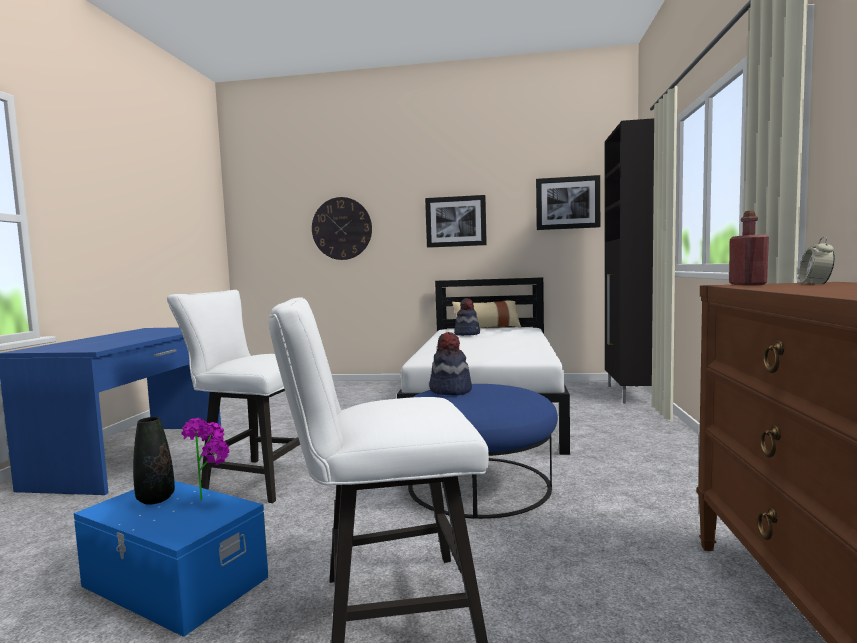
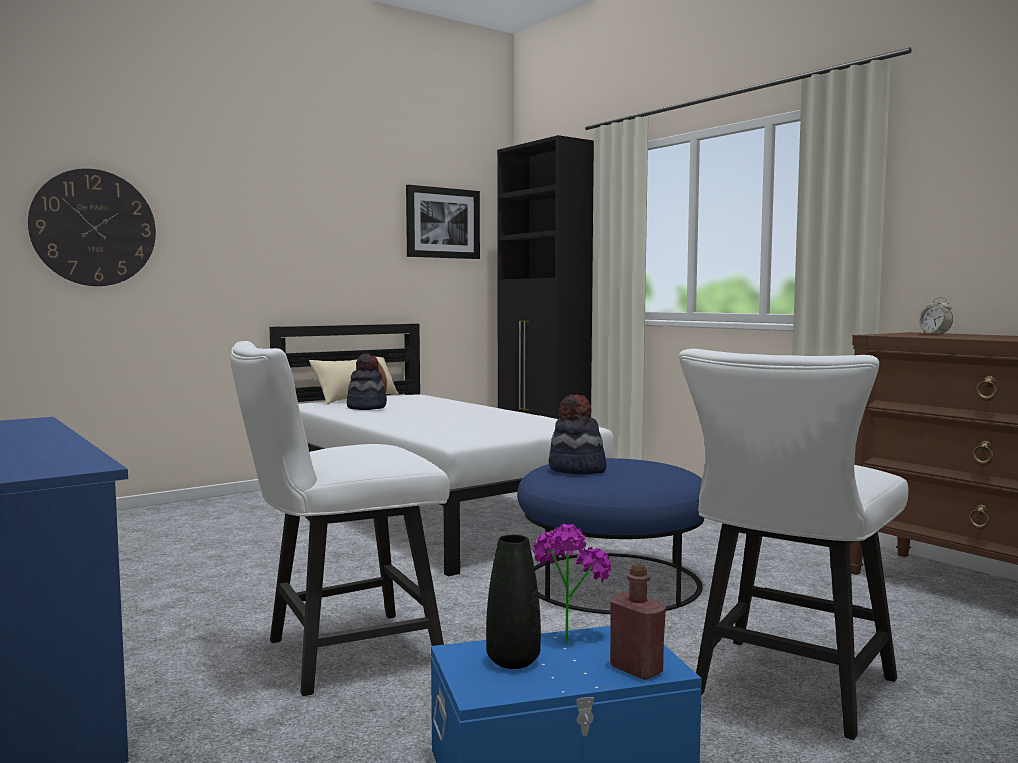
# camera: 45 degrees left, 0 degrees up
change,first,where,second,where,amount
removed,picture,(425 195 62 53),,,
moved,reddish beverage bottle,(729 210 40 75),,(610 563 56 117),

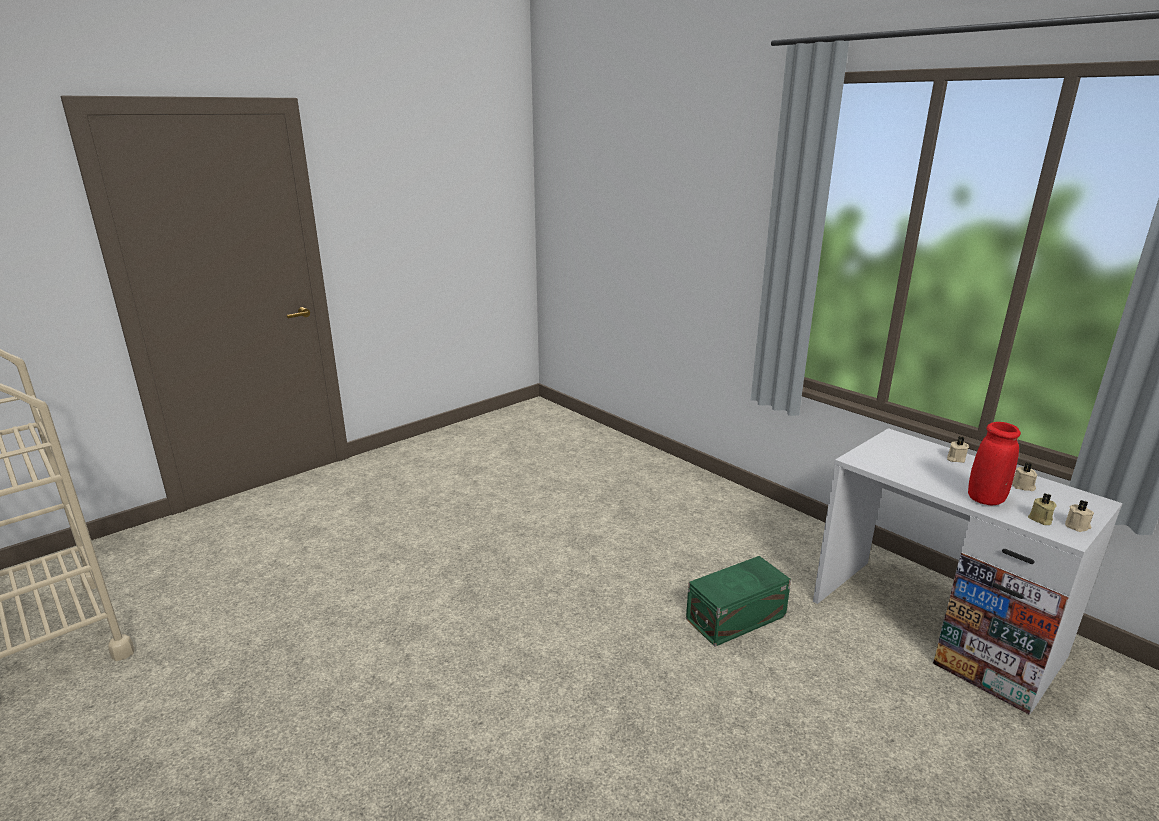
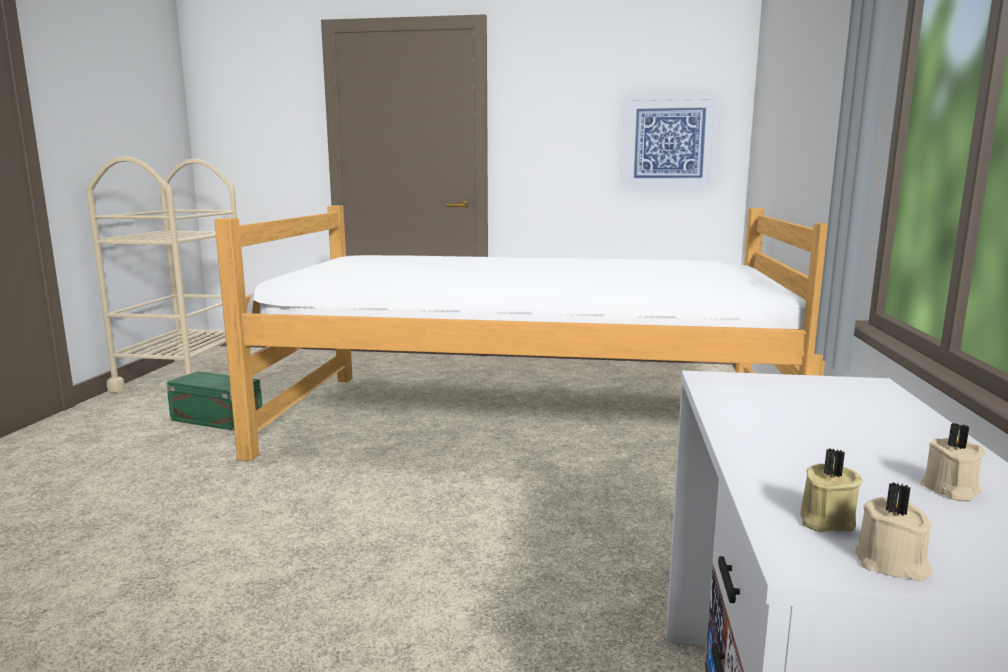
# camera: 50 degrees right, 10 degrees down
change,first,where,second,where,amount
removed,beige-coloured wax light,(947 437 22 26),,,
removed,reddish flower vase,(968 422 53 83),,,
added,,,bedroom bed,(214 205 614 256),
added,,,picture,(621 93 100 97),
moved,green-coloured storage container,(686 556 105 91),,(166 371 96 60),

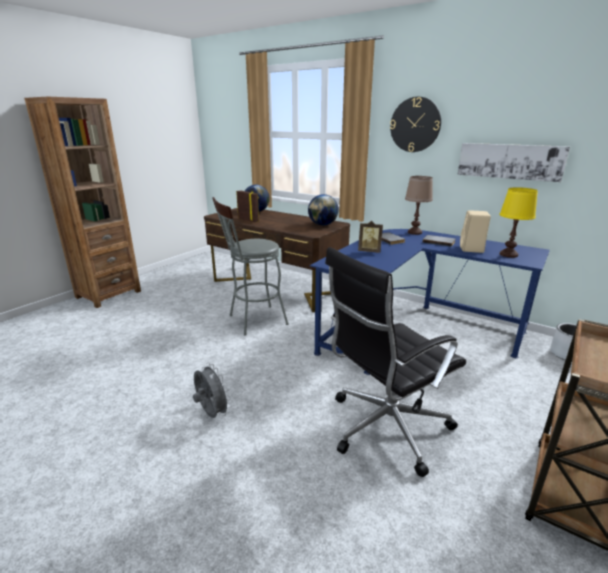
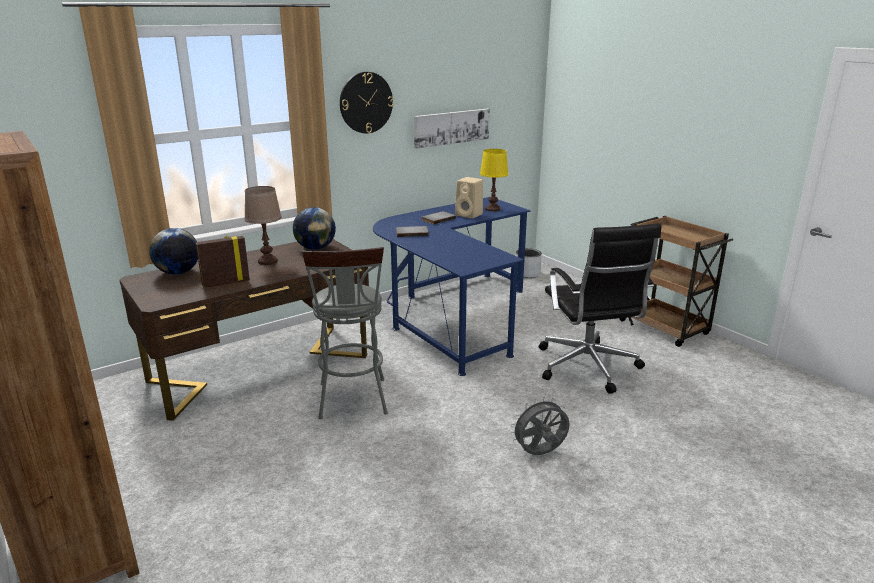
# camera: 70 degrees left, 0 degrees up
change,first,where,second,where,amount
removed,photo frame,(358 221 25 32),,,
moved,brown lamp for a table,(405 176 28 59),,(244 186 38 79),

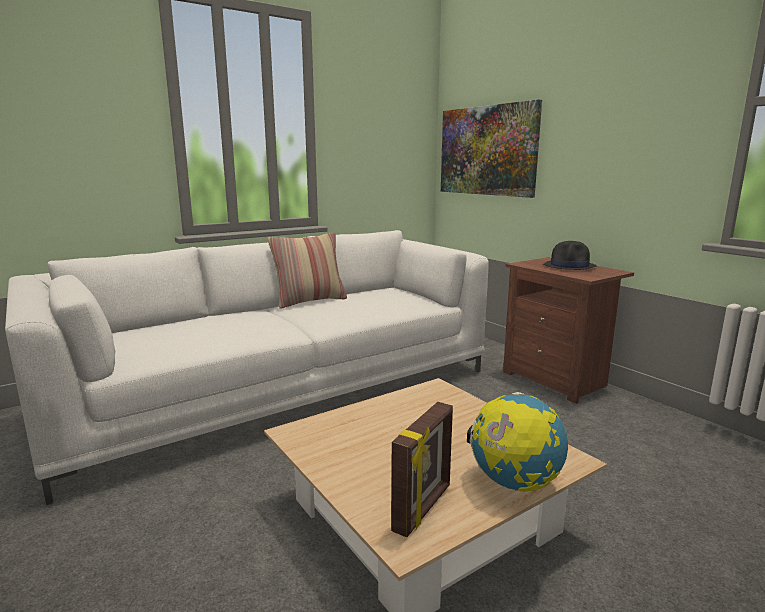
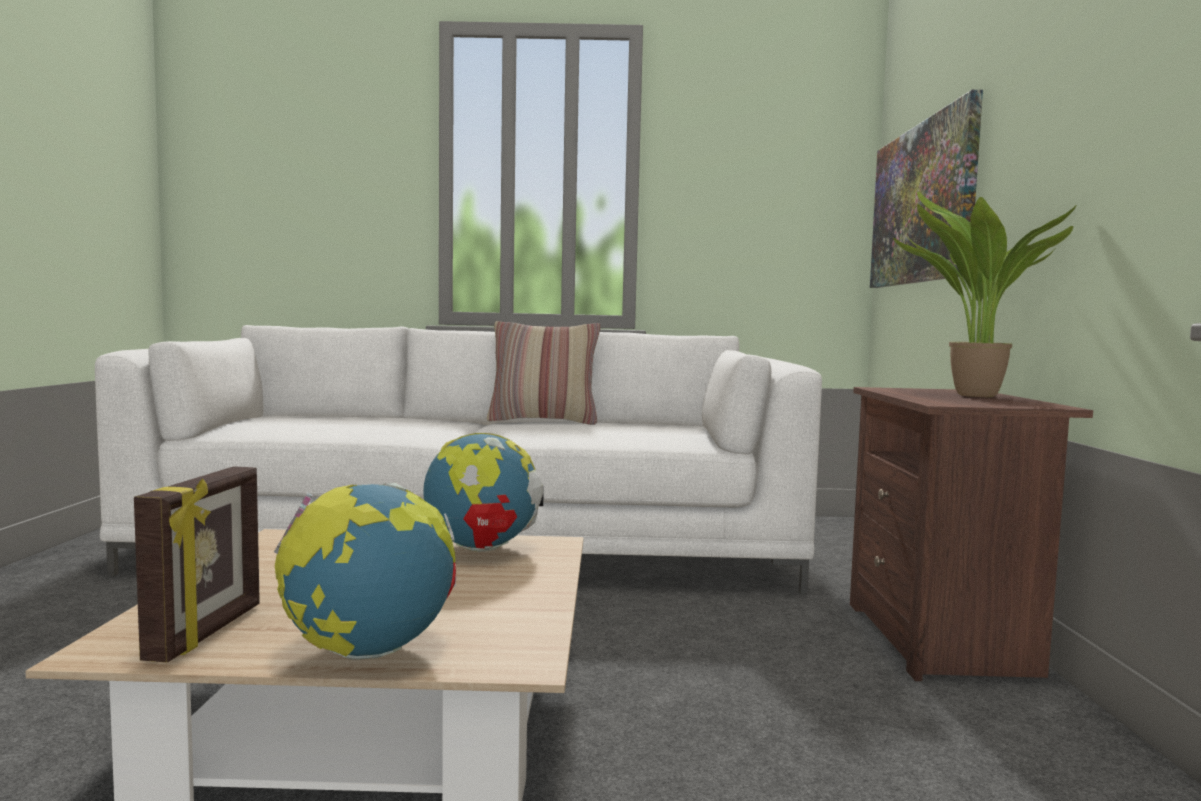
# camera: 35 degrees right, 10 degrees down
change,first,where,second,where,amount
added,,,desk globe,(423 433 121 119),
replaced,black-coloured clothing hat,(544 241 53 29),plant in a pot,(893 191 184 206),
turned,photo frame,(391 402 62 136),,(134 466 126 196),60 degrees counterclockwise

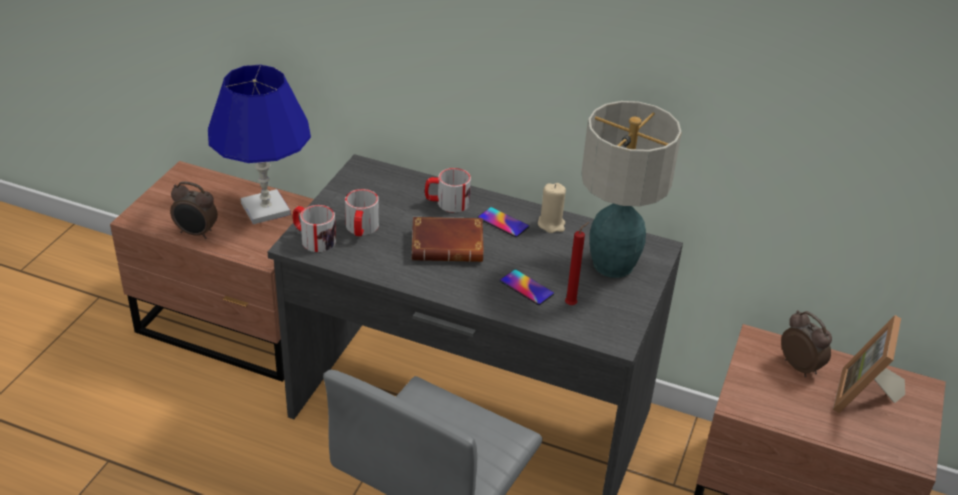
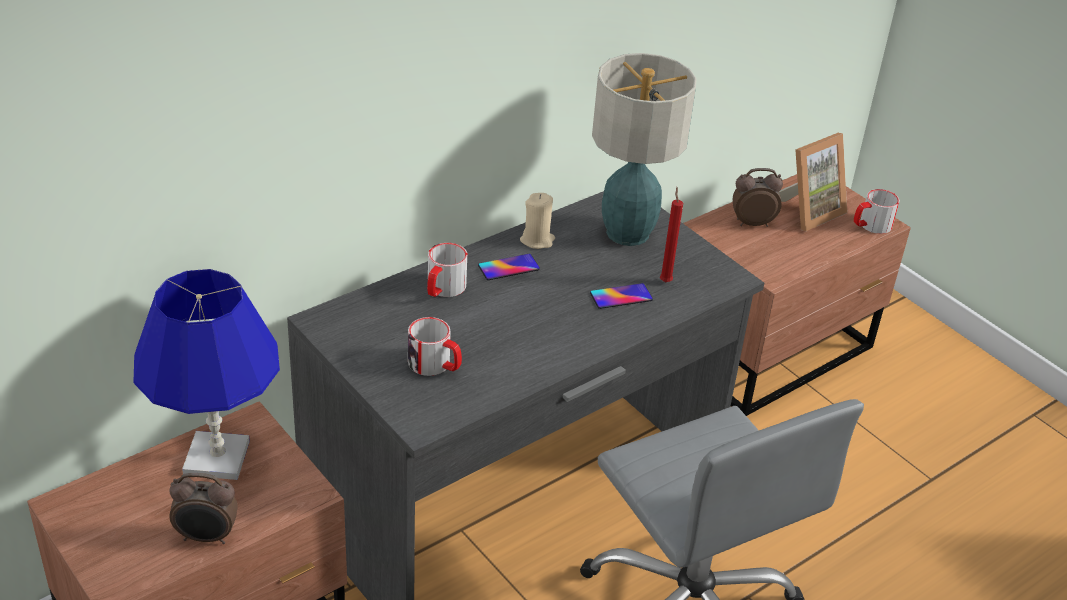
# camera: 60 degrees left, 0 degrees up
change,first,where,second,where,amount
removed,brown book,(412 217 72 45),,,
moved,mug,(293 205 43 47),,(854 189 46 45),
turned,alarm clock,(170 181 48 58),,(169 473 69 71),45 degrees clockwise
turned,photo frame,(833 315 72 98),,(779 133 68 98),90 degrees counterclockwise

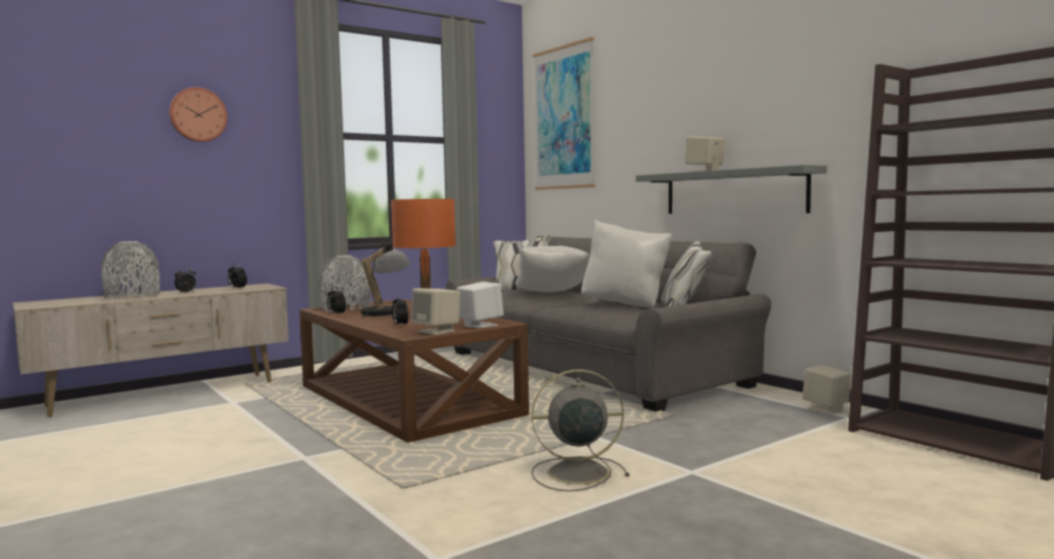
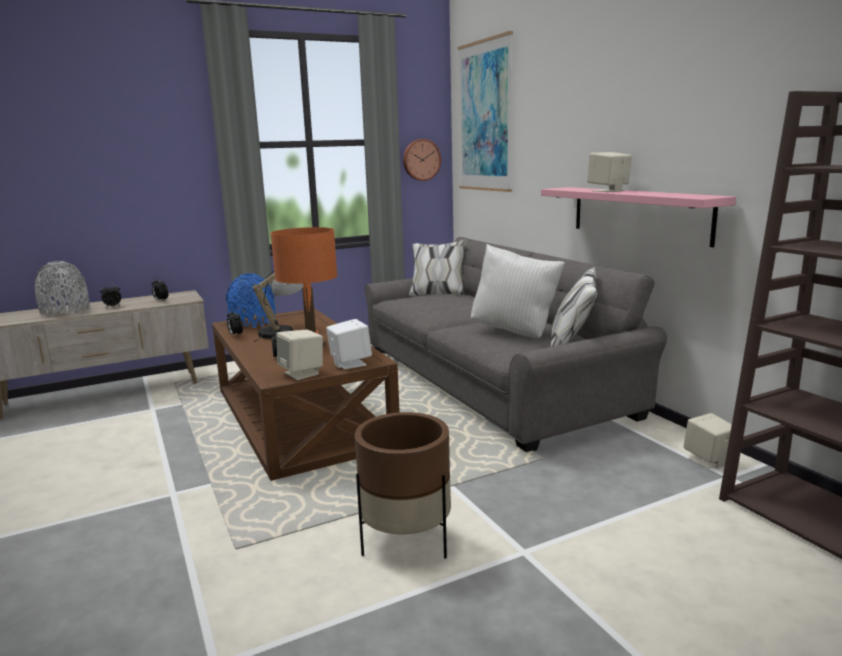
# camera: 10 degrees right, 10 degrees up
change,first,where,second,where,amount
removed,whitish pillow,(515 246 74 46),,,
moved,hanging clock,(169 87 58 55),,(403 139 38 42),
replaced,greyish fan,(531 370 99 122),brown planter,(355 412 96 147),
recoloured,greyish flower vase,(319 255 52 56),blue-coloured flower vase,(226 273 49 55),
recoloured,greyish shelf,(636 165 191 49),pinkish shelf,(541 187 195 60),

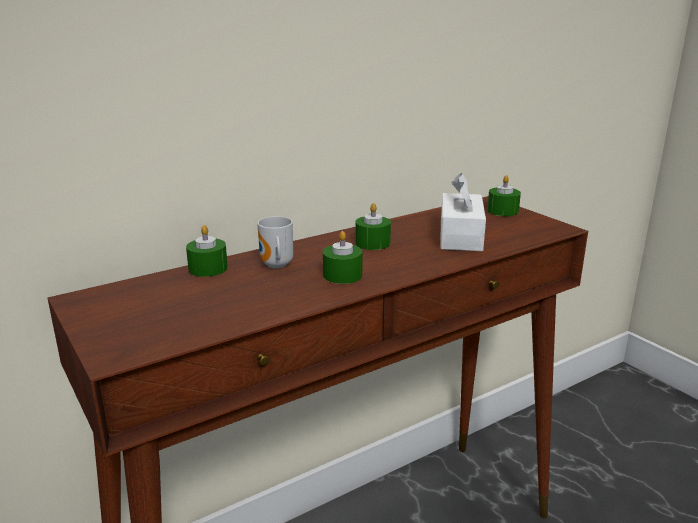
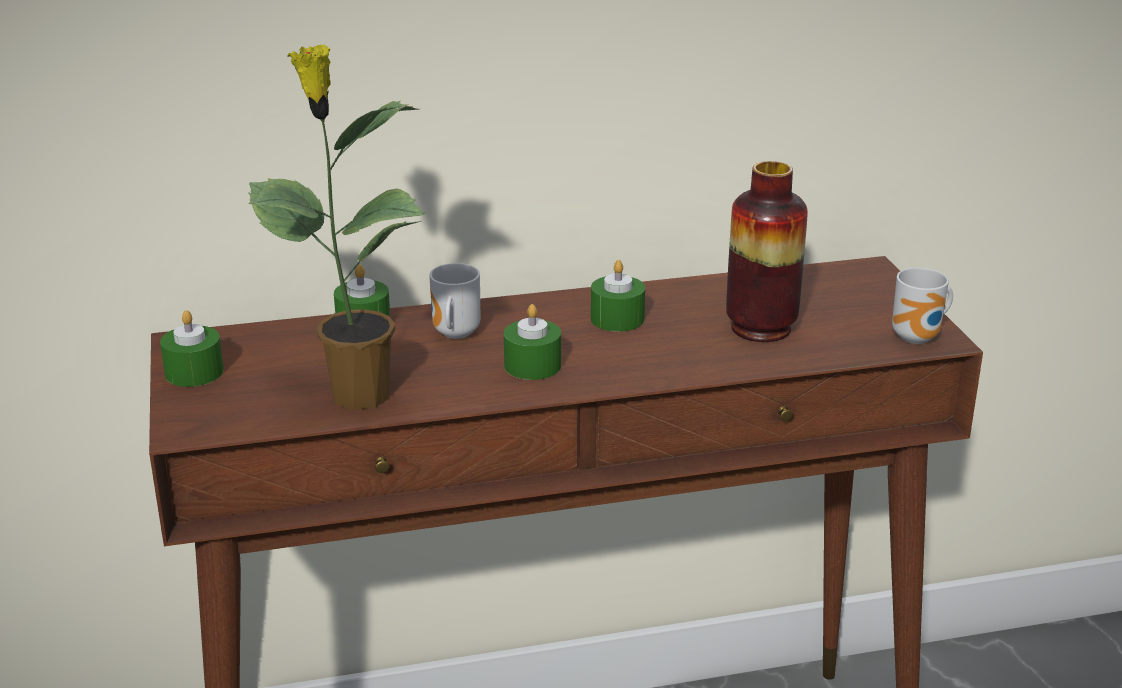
# camera: 20 degrees right, 5 degrees up
change,first,where,second,where,amount
added,,,plant in a pot,(248 45 177 365),
added,,,mug,(892 268 61 76),
moved,green-coloured wax light,(487 175 34 41),,(160 310 64 77),
replaced,whitish box of tissues,(440 173 46 78),flower vase,(726 161 82 181),

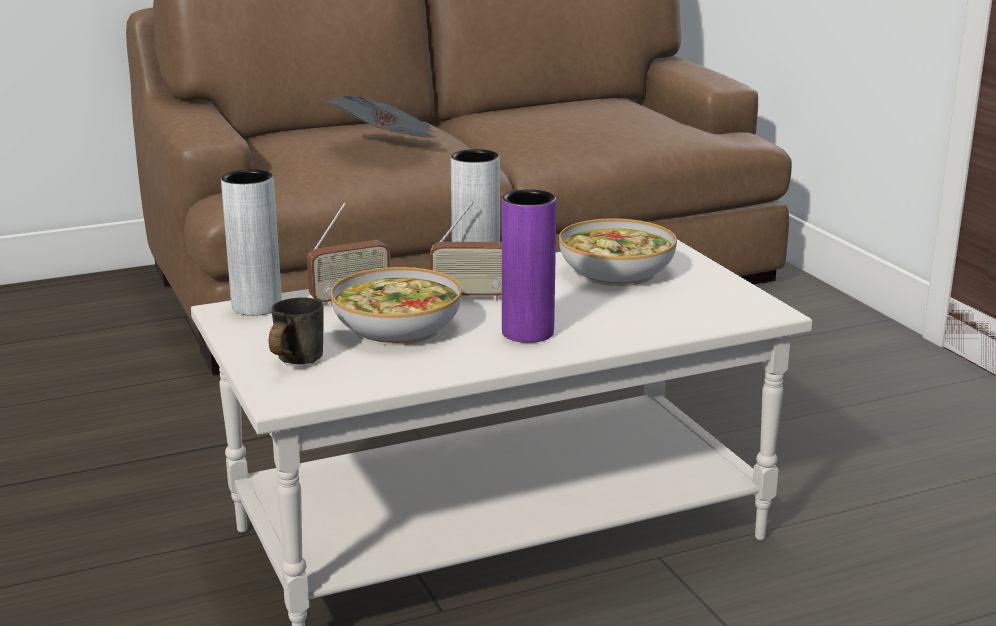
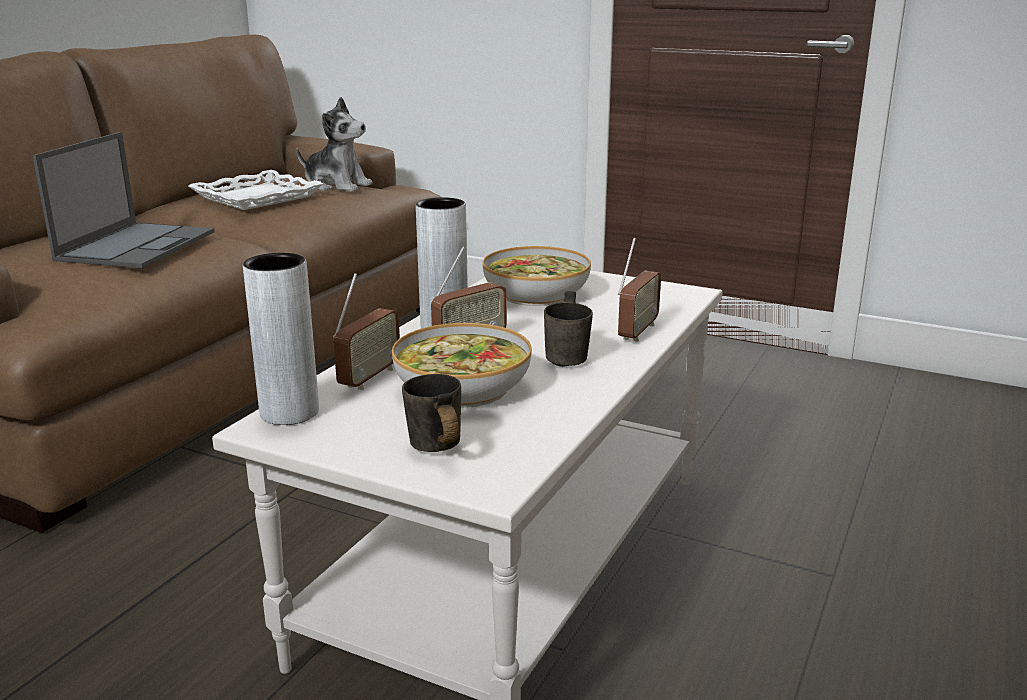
# camera: 40 degrees left, 0 degrees up
change,first,where,second,where,amount
added,,,whitish carrying tray,(188 170 136 40),
added,,,soft toy,(297 97 76 95),
added,,,radio receiver,(618 238 43 104),
replaced,printed paper,(326 96 110 42),laptop,(32 132 183 136),
replaced,purple flower vase,(502 189 54 154),greyish mug,(544 291 49 76),

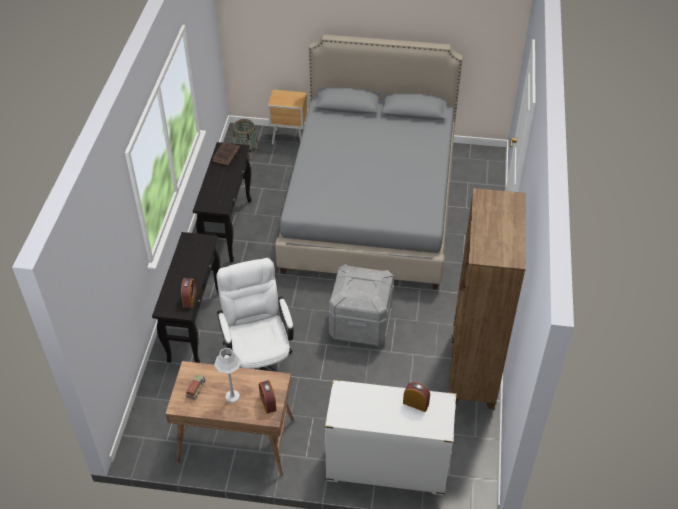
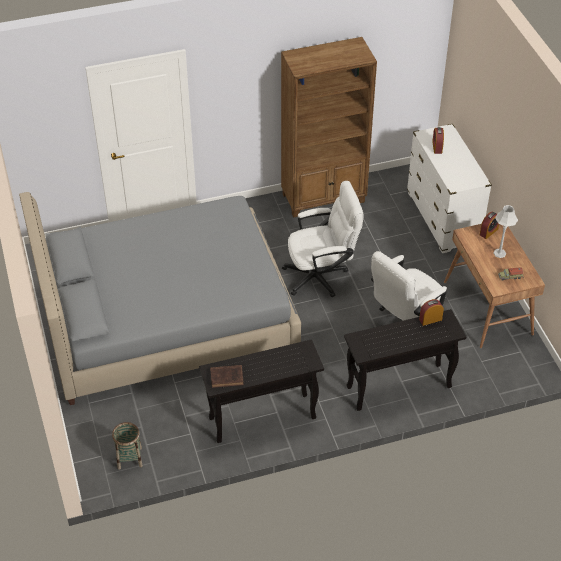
# camera: 115 degrees left, 0 degrees up
change,first,where,second,where,amount
removed,brown bedside table,(268 89 39 55),,,
replaced,greyish storage container,(329 264 65 82),whitish desk chair,(282 181 81 116),

